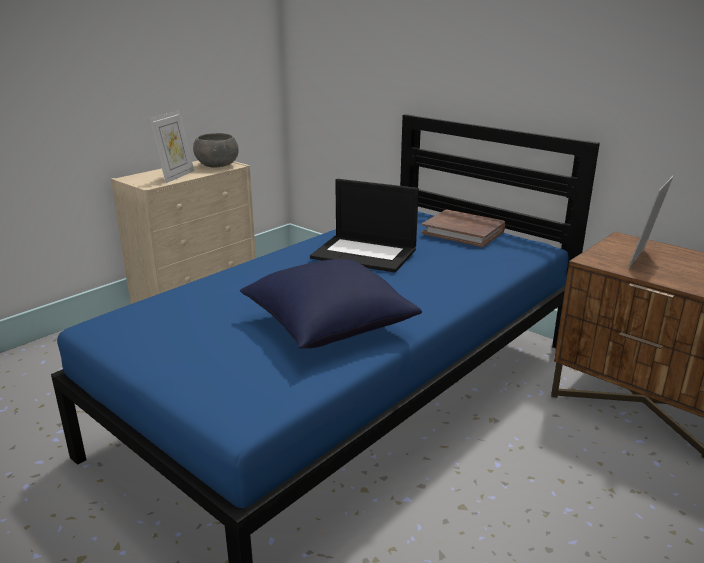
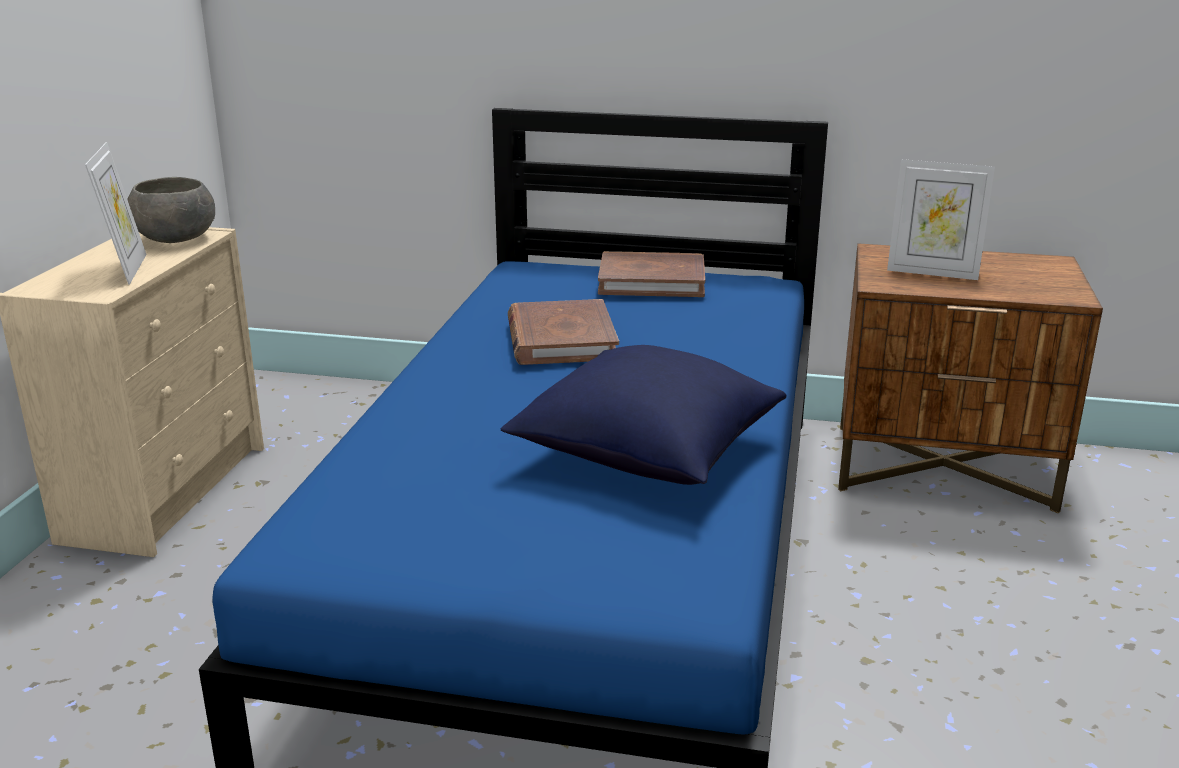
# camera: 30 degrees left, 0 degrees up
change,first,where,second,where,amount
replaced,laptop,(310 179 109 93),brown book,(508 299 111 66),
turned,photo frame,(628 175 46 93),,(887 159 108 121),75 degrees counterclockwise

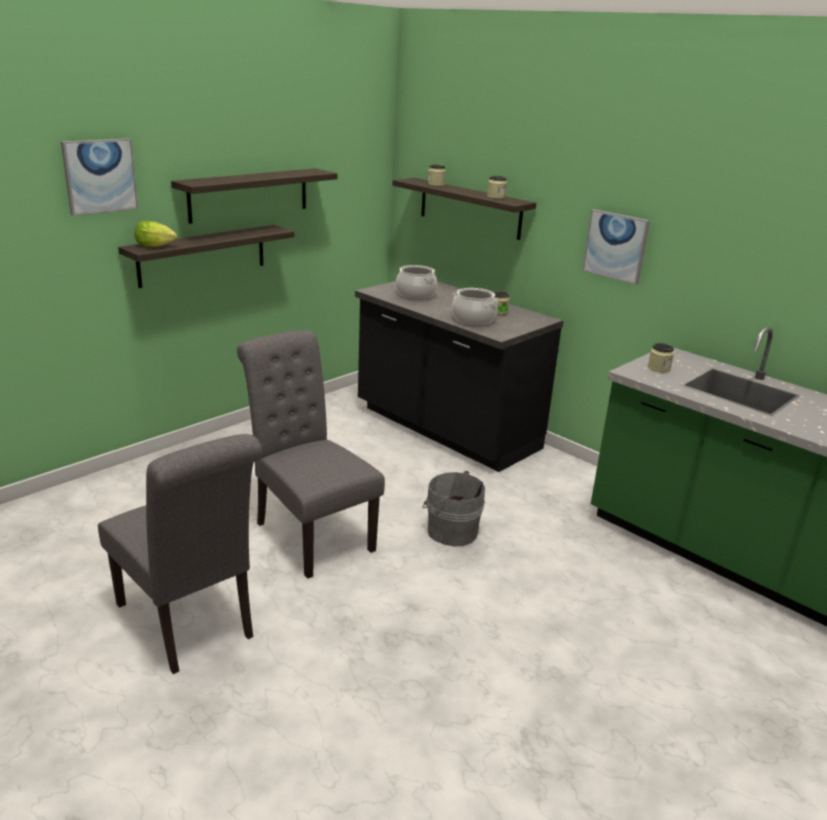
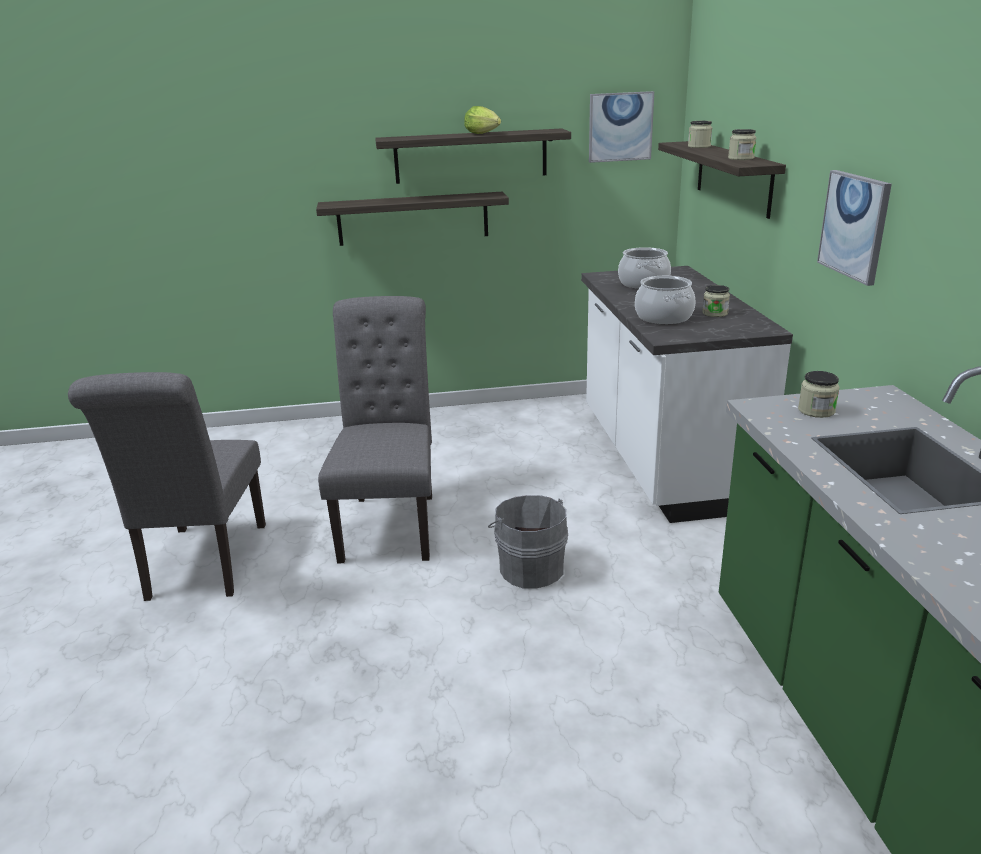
# camera: 40 degrees right, 0 degrees up
change,first,where,second,where,amount
moved,picture,(61 139 77 77),,(589 91 65 72),
moved,head of lettuce,(134 221 43 26),,(464 106 37 28),
recoloured,black-coloured kitchen counter,(355 281 209 191),whitish kitchen counter,(581 266 212 257),

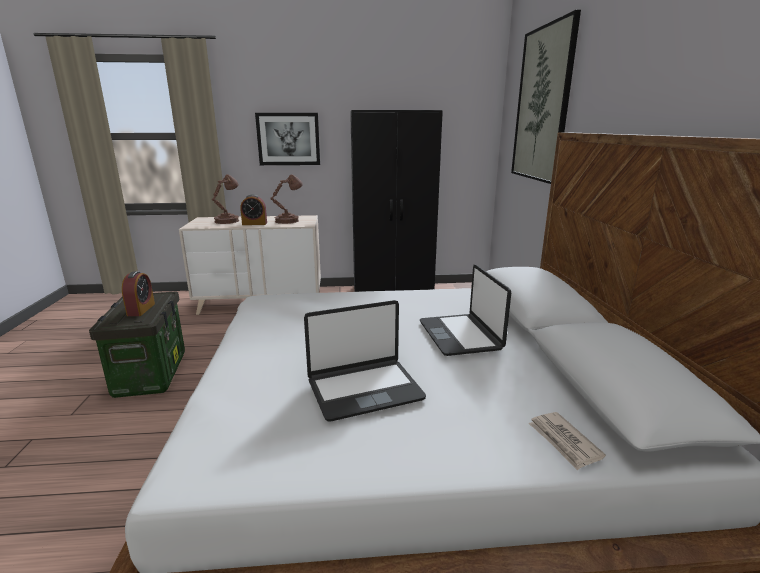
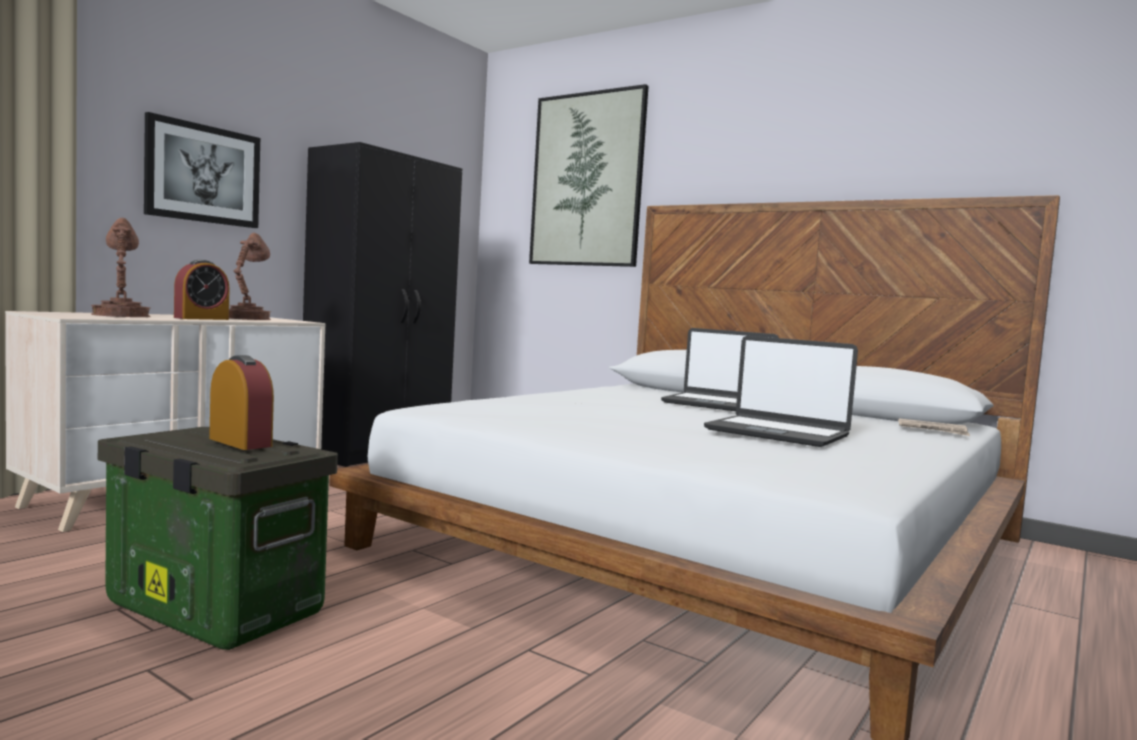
# camera: 50 degrees left, 15 degrees down
change,first,where,second,where,amount
turned,laptop,(304 300 122 122),,(704 336 154 111),105 degrees clockwise

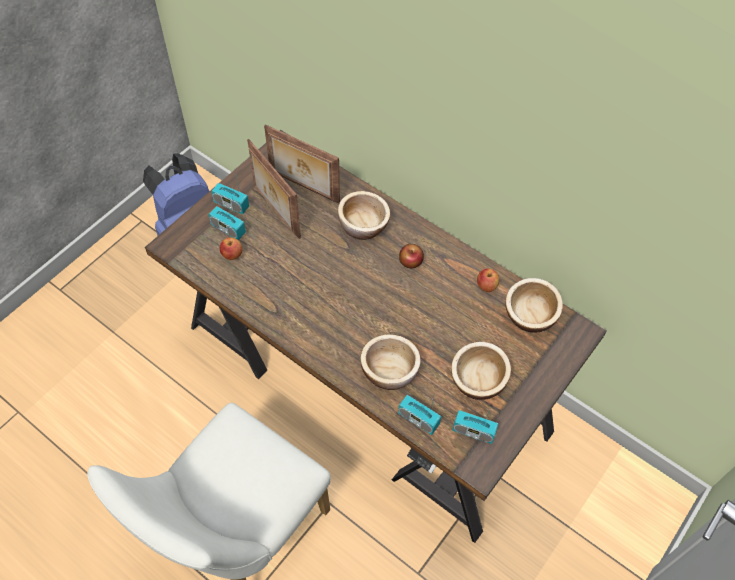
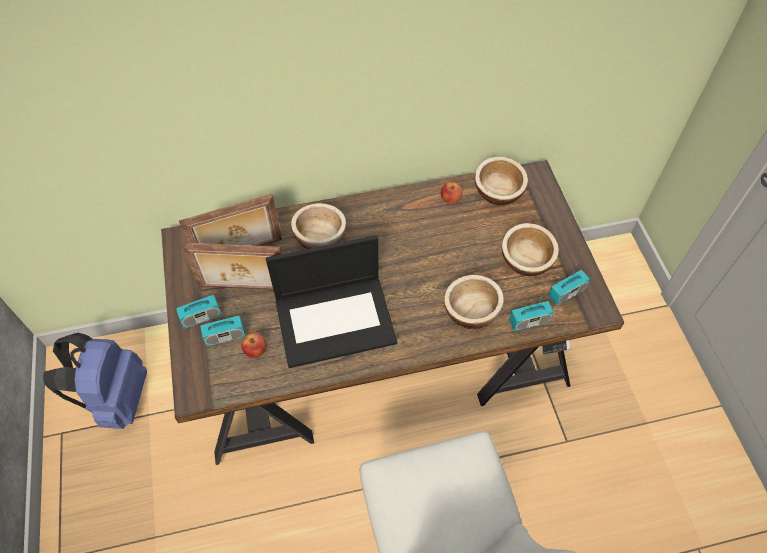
# camera: 50 degrees left, 0 degrees up
change,first,where,second,where,amount
removed,apple fruit,(399 244 25 24),,,
added,,,laptop,(266 235 131 133),

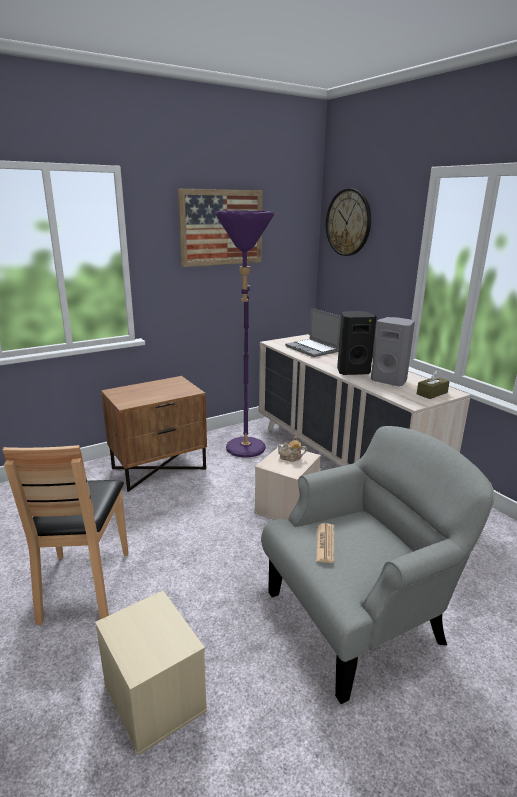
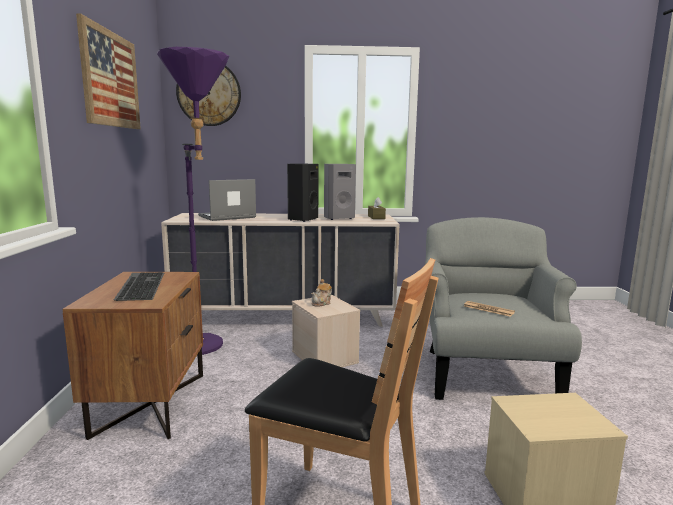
# camera: 60 degrees left, 10 degrees down
change,first,where,second,where,amount
added,,,PC keyboard,(114 272 50 29),
turned,laptop,(285 308 56 49),,(198 179 58 42),150 degrees clockwise

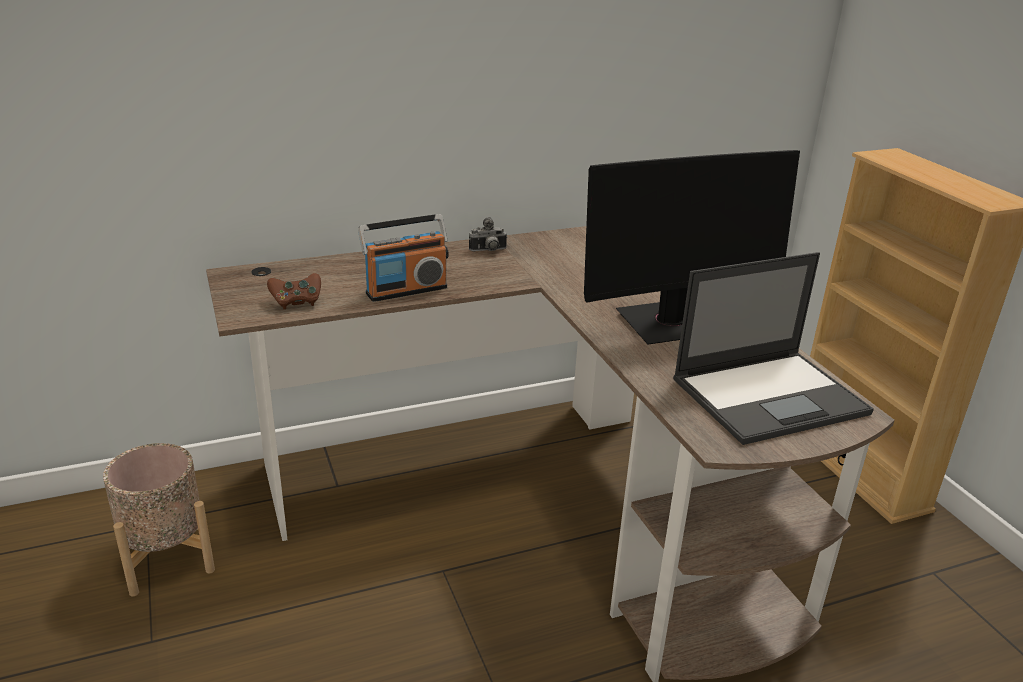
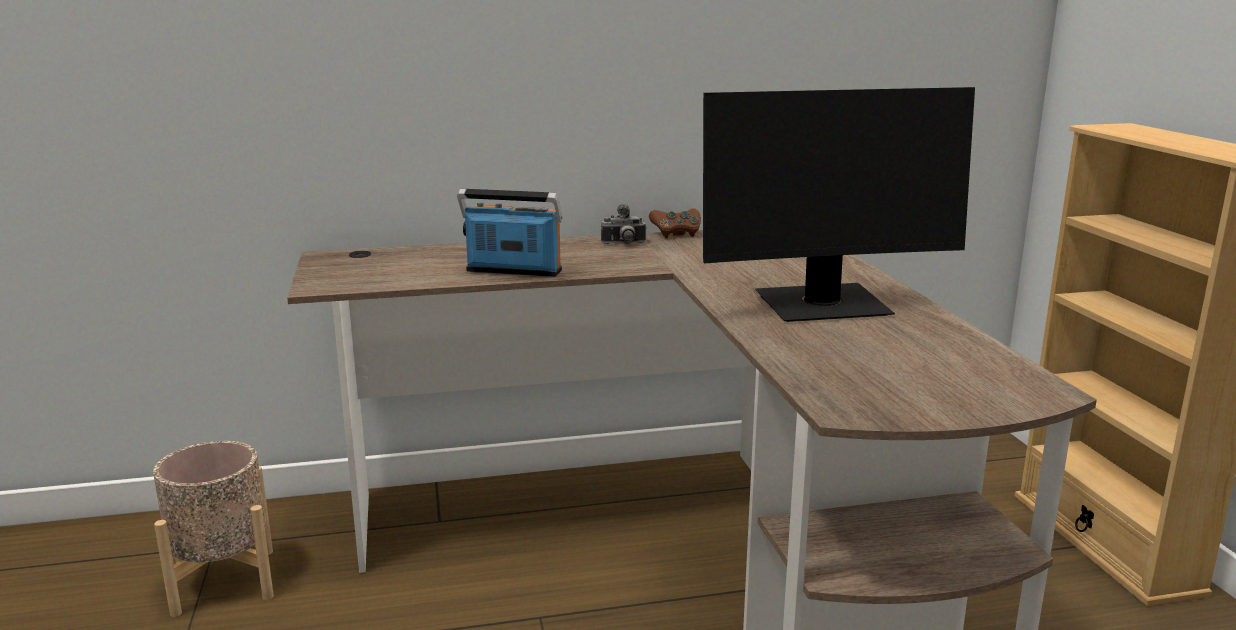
# camera: 10 degrees right, 10 degrees down
change,first,where,second,where,amount
removed,laptop,(673 252 201 193),,,
moved,brown game controller,(267 273 54 36),,(649 208 52 30),
turned,radio receiver,(358 214 91 88),,(457 189 105 88),150 degrees counterclockwise

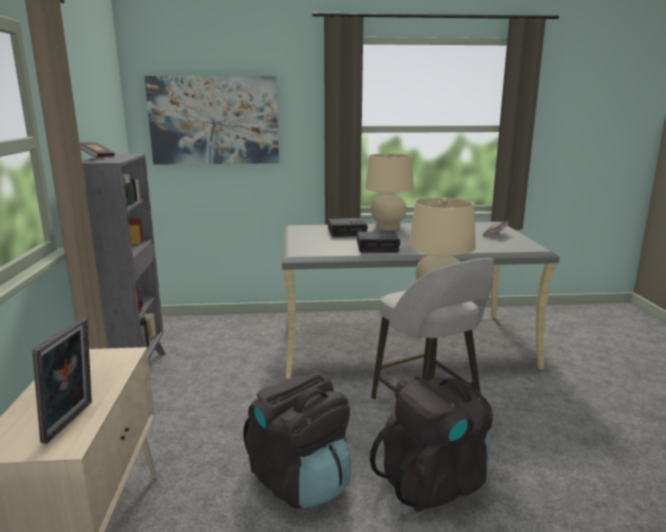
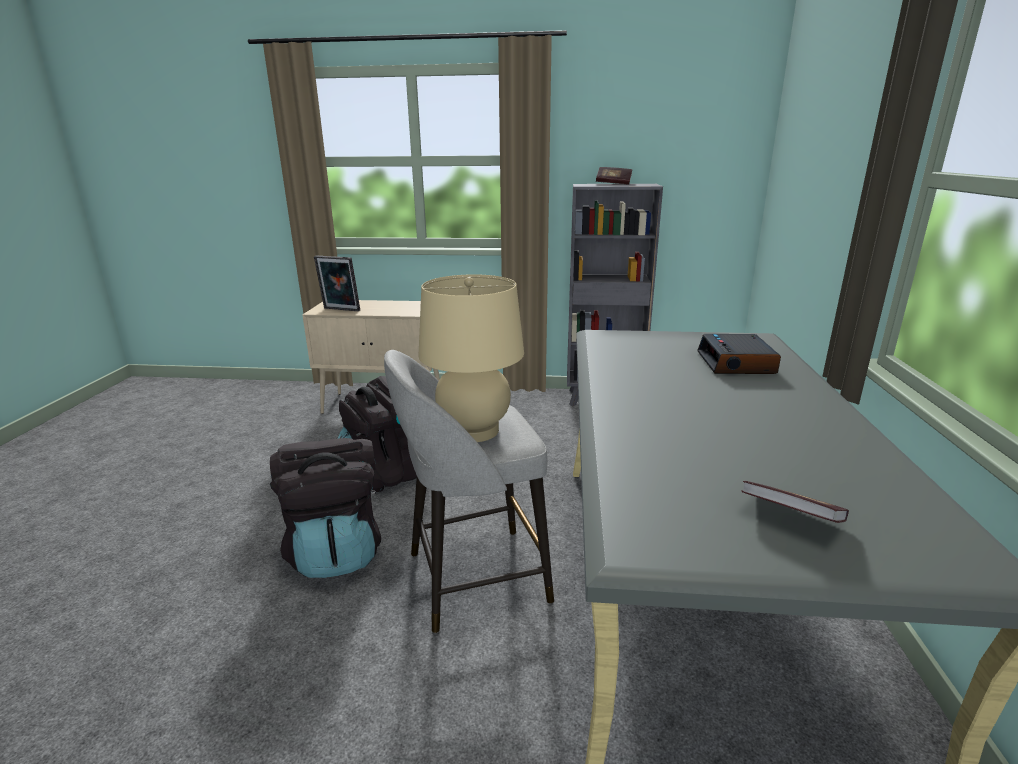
# camera: 100 degrees right, 5 degrees up
change,first,where,second,where,amount
removed,picture,(144 76 135 89),,,
removed,alarm clock,(357 231 43 22),,,
removed,beige-coloured lamp for a table,(365 152 49 78),,,

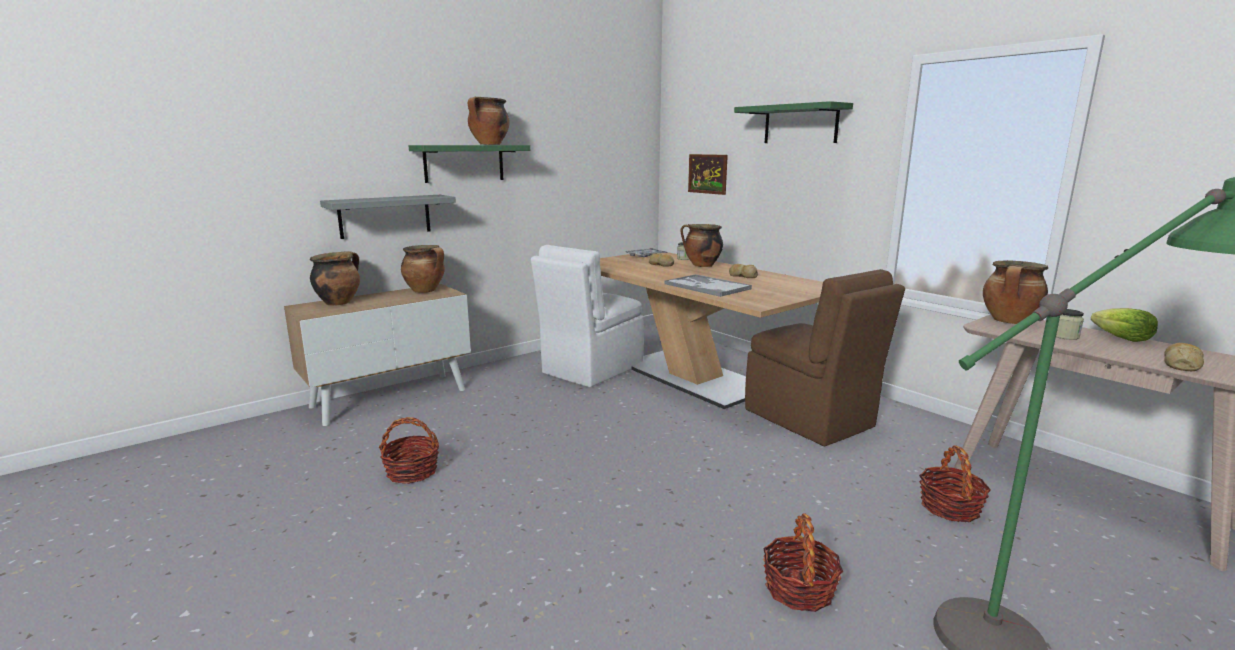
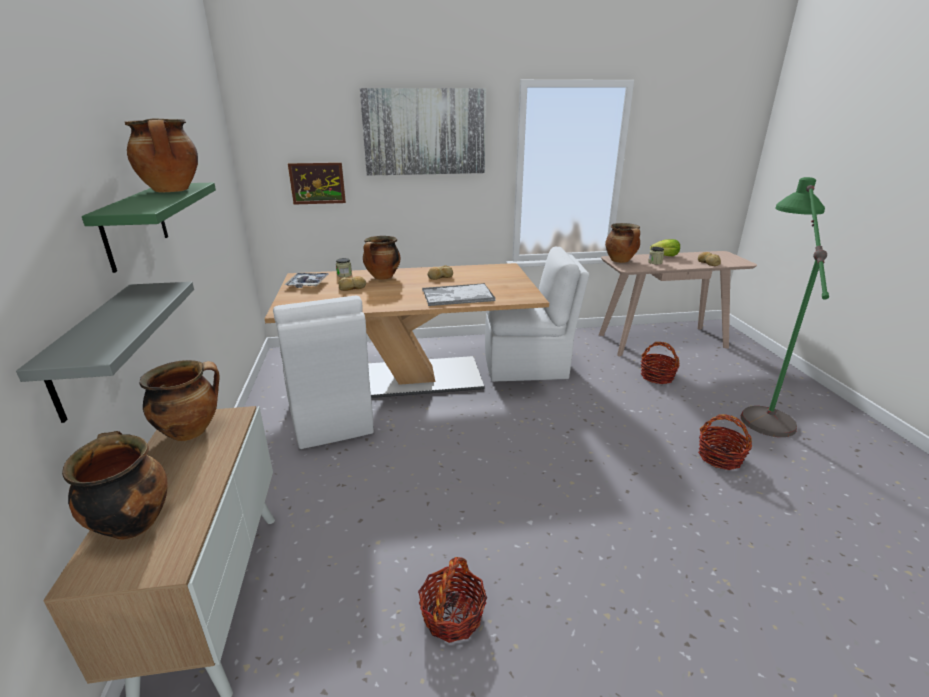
# camera: 60 degrees left, 10 degrees up
change,first,where,second,where,amount
replaced,green-coloured shelf,(734 101 119 42),picture,(360 88 126 88),
recoloured,brown chair,(745 269 160 177),whitish chair,(485 247 104 135),

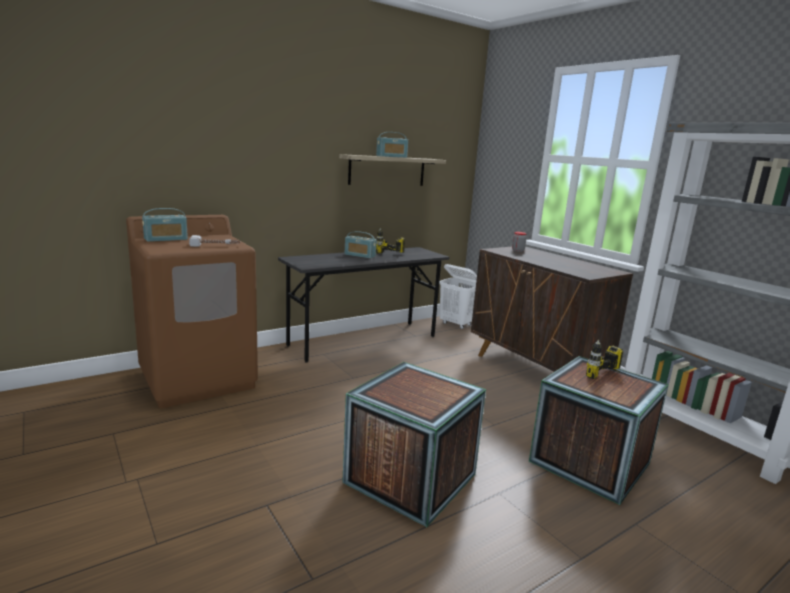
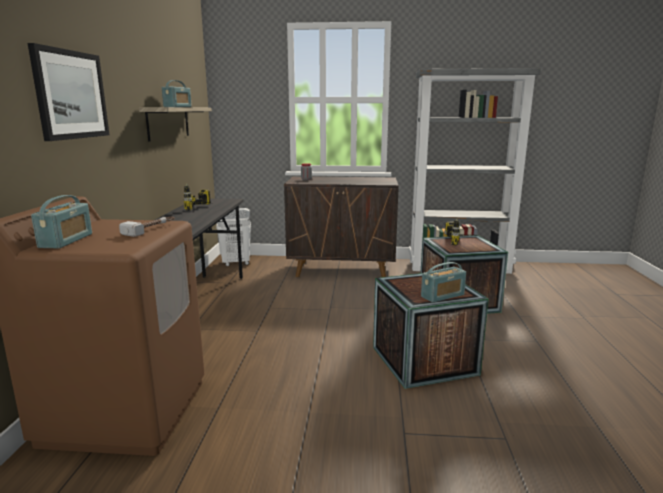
# camera: 50 degrees left, 0 degrees up
change,first,where,second,where,amount
added,,,picture,(28 43 82 98),
moved,radio receiver,(345 231 31 27),,(421 262 45 41),

